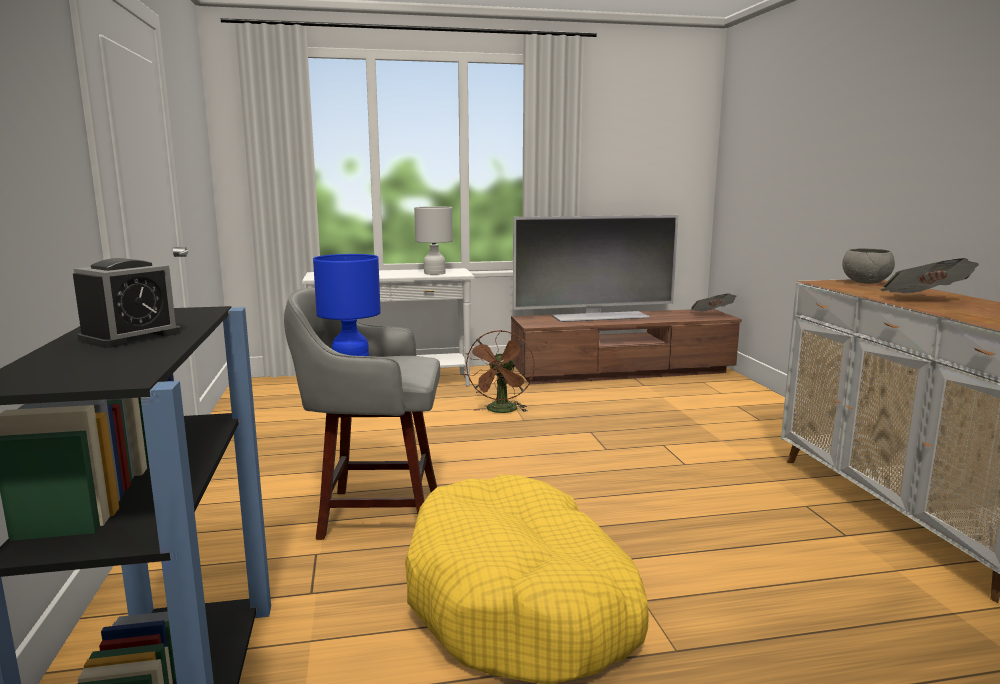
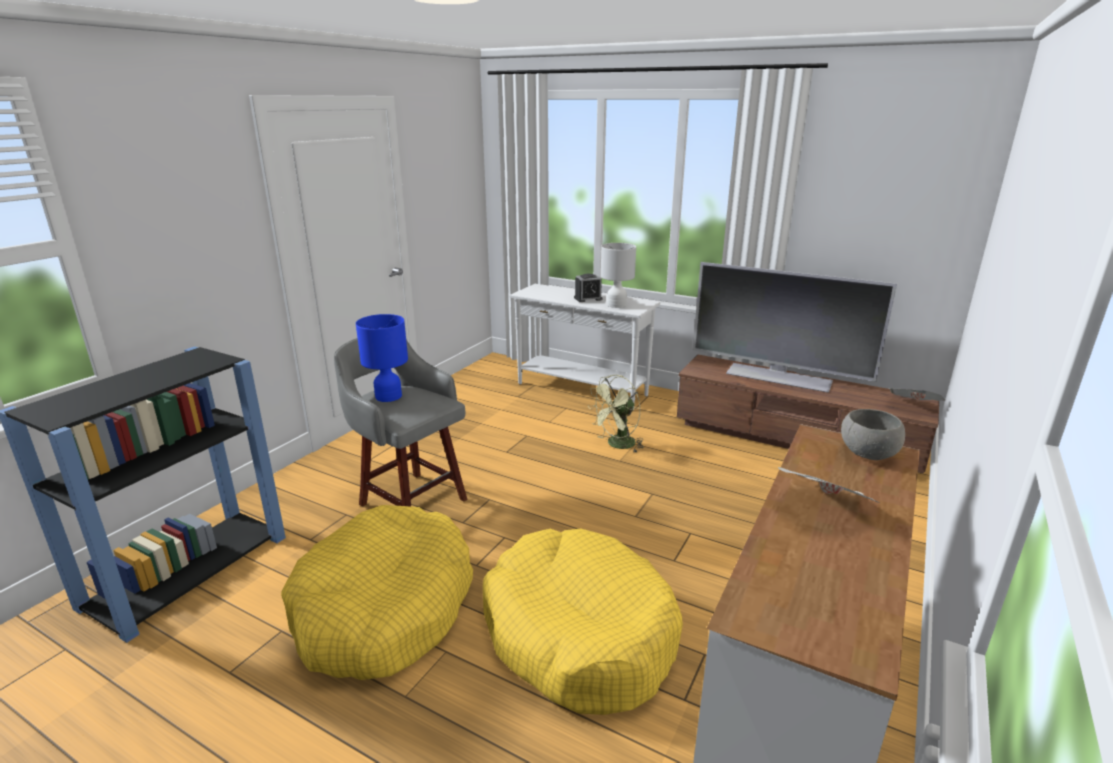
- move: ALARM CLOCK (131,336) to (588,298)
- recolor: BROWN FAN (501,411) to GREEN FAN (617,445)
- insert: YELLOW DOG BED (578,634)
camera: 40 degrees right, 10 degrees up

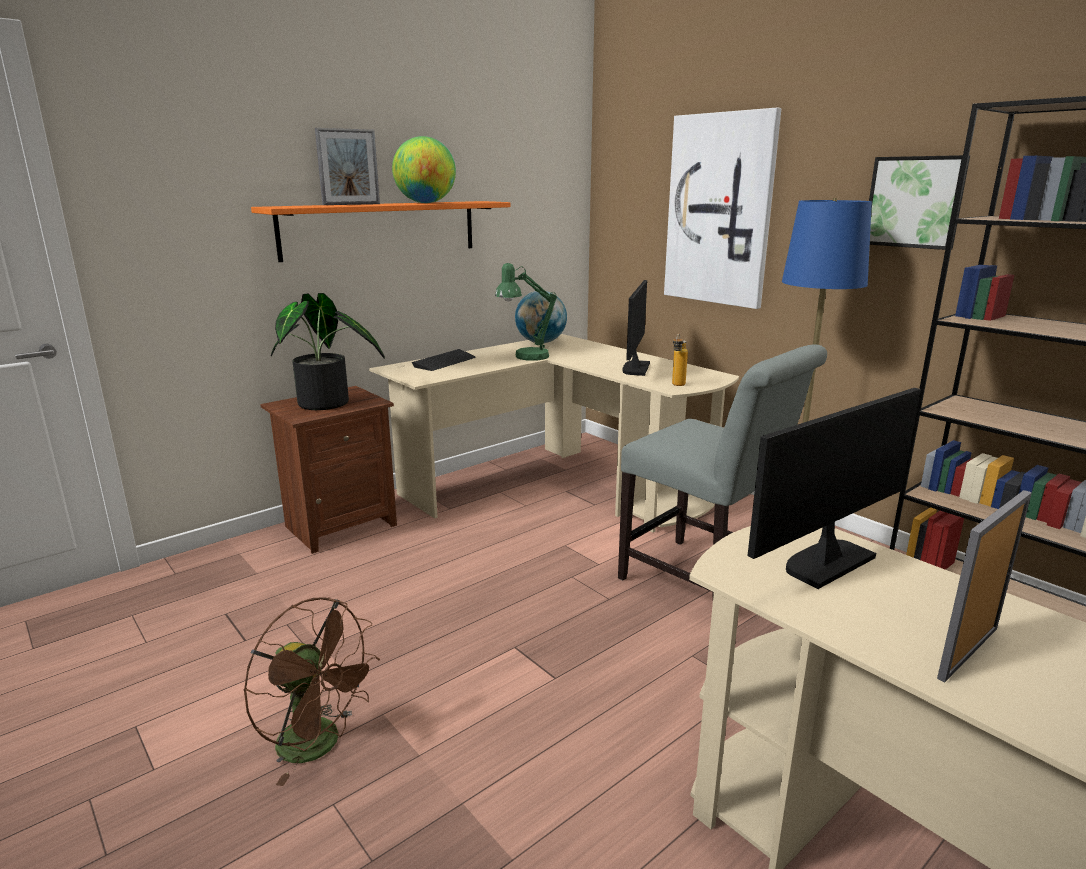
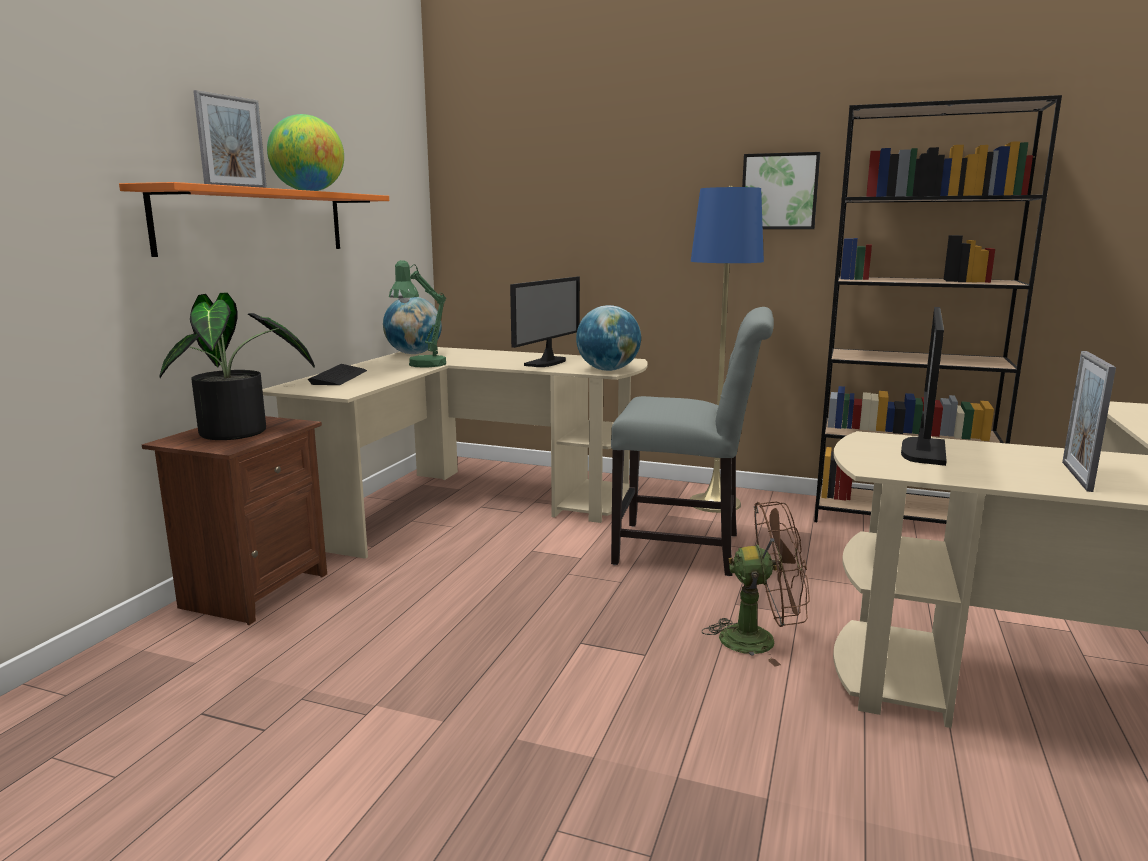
- move: BROWN FAN (320,745) to (759,639)
- rotate: MONITOR (635,368) = (547,363) 135 degrees counterclockwise
- delete: PICTURE (720,210)
- replace: BOTTLE (677,386) to GLOBE (608,370)
camera: 30 degrees left, 5 degrees down

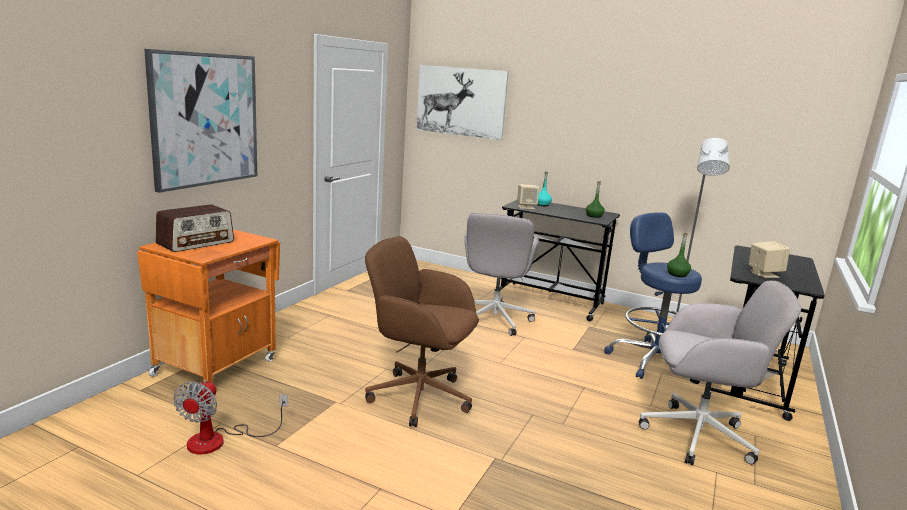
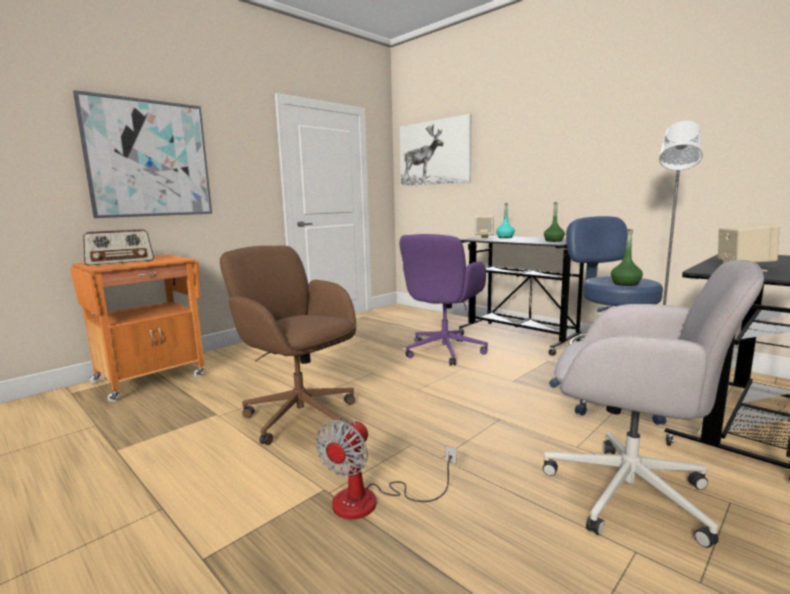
- move: FAN (219,440) to (371,501)
- recolor: GREY OFFICE CHAIR (494,320) to PURPLE OFFICE CHAIR (443,352)
camera: 20 degrees right, 5 degrees down

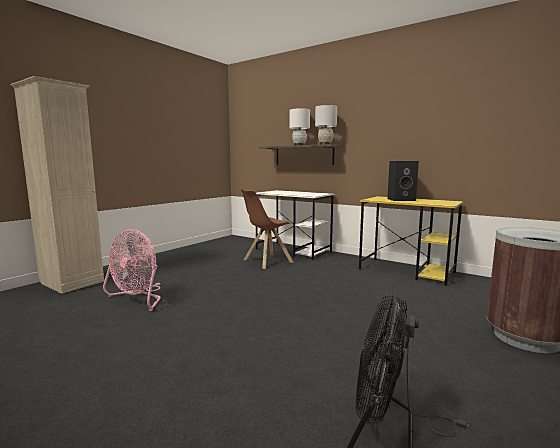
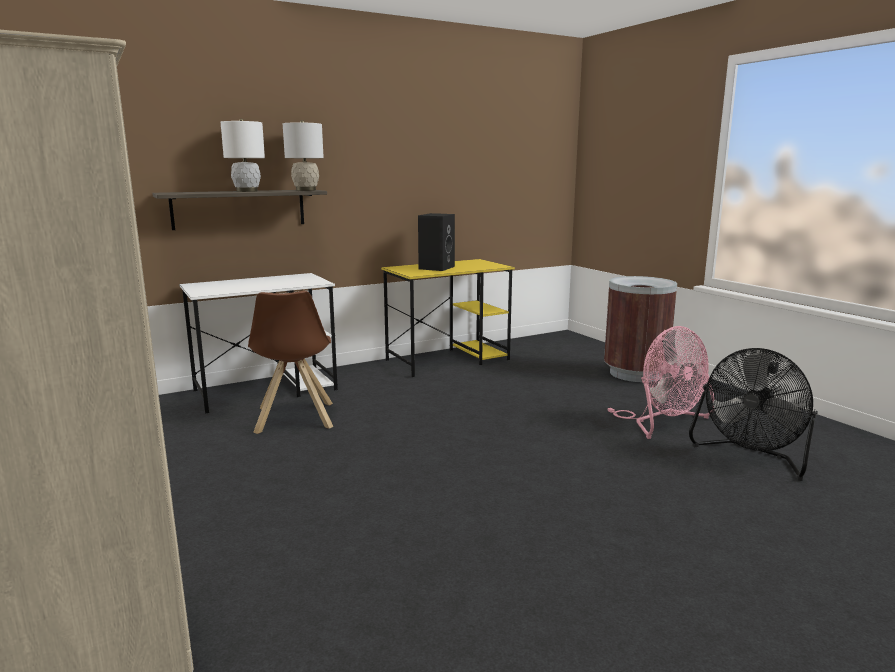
- move: PINK FAN (139,298) to (661,422)
camera: 65 degrees left, 5 degrees up

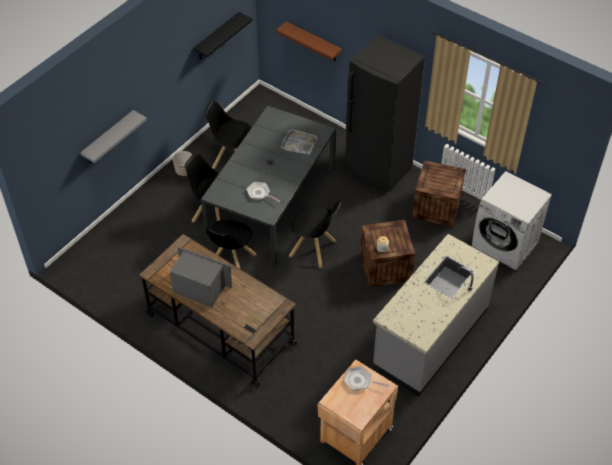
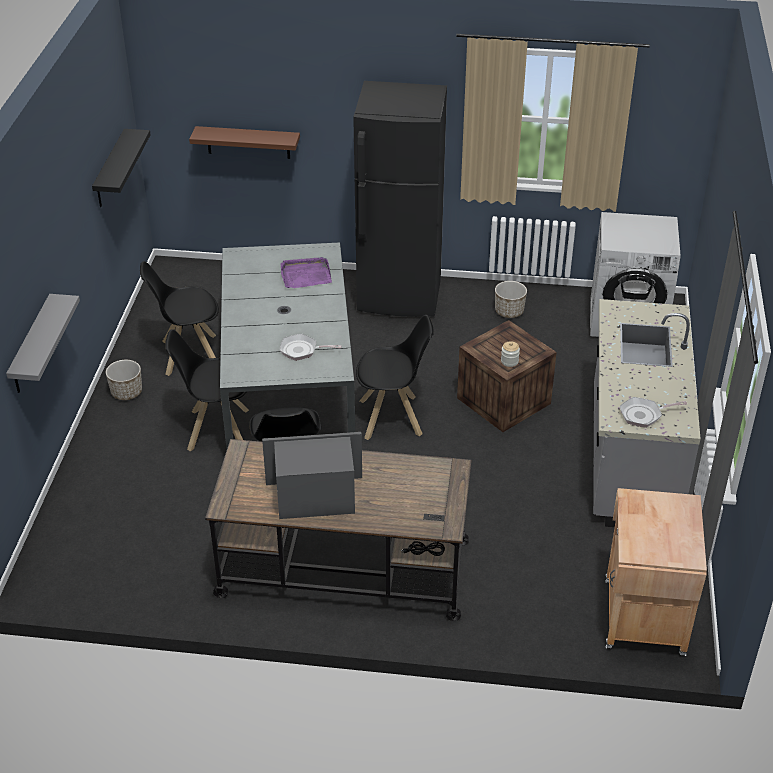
- recolor: GREY TRAY (299,143) to PURPLE TRAY (305,275)
- move: FRYING PAN (360,381) to (643,415)
- replace: CRATE (436,207) to PLANTER (509,311)
camera: 30 degrees left, 10 degrees down

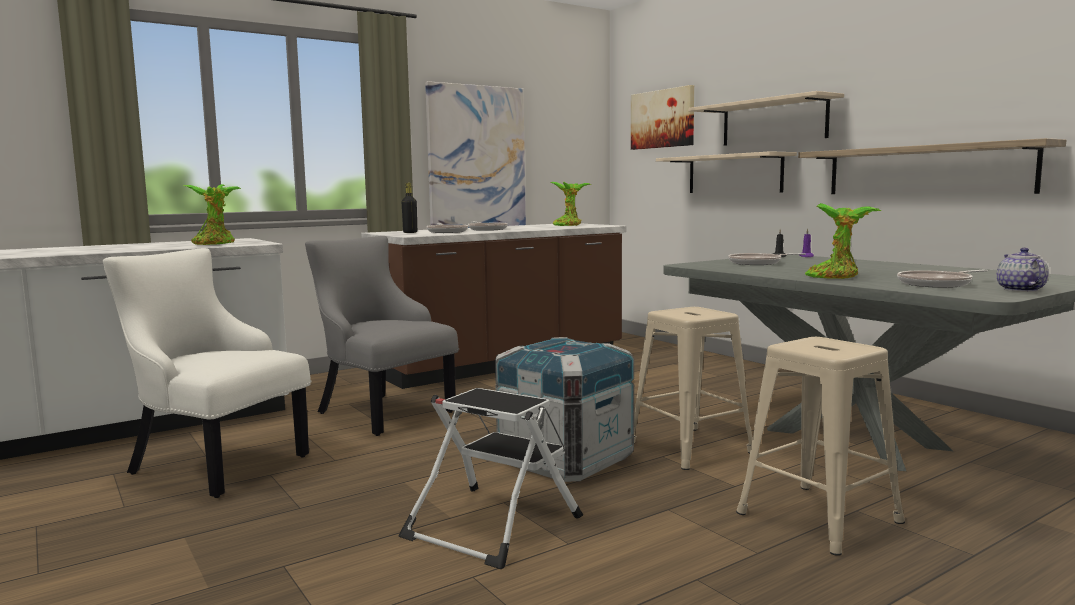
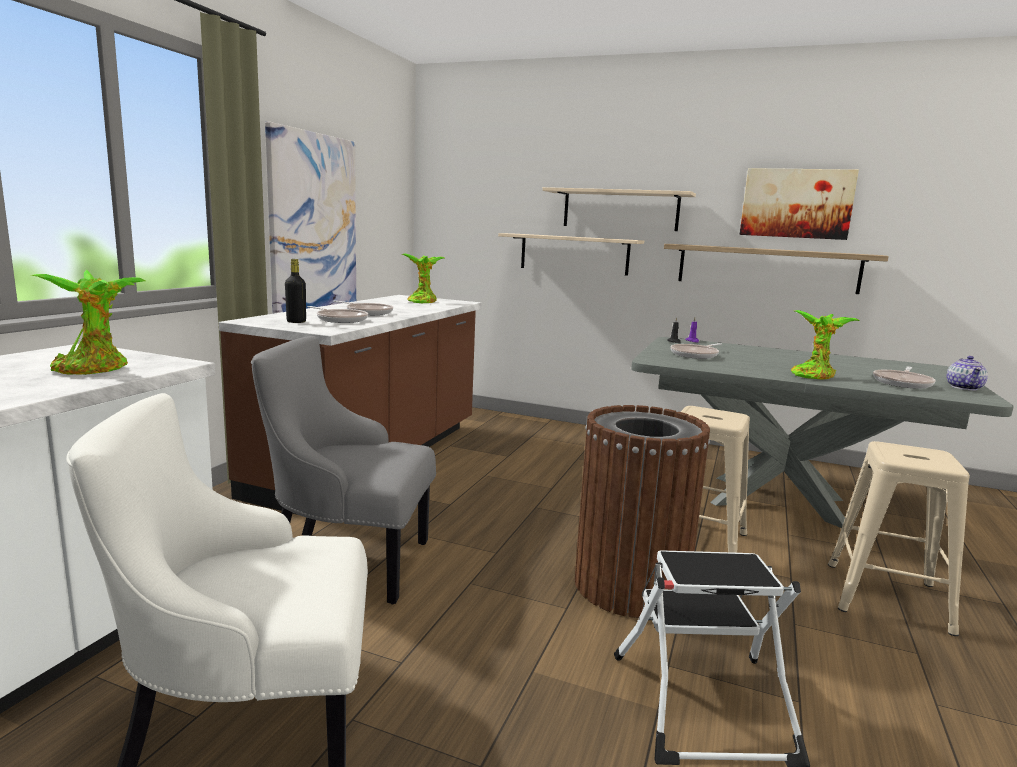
- replace: CRATE (565,460) to BROWN TRASH CAN (631,585)
- move: PICTURE (662,119) to (796,203)
- rotate: TEAPOT (1020,290) = (964,387) 135 degrees counterclockwise
camera: 35 degrees left, 5 degrees up

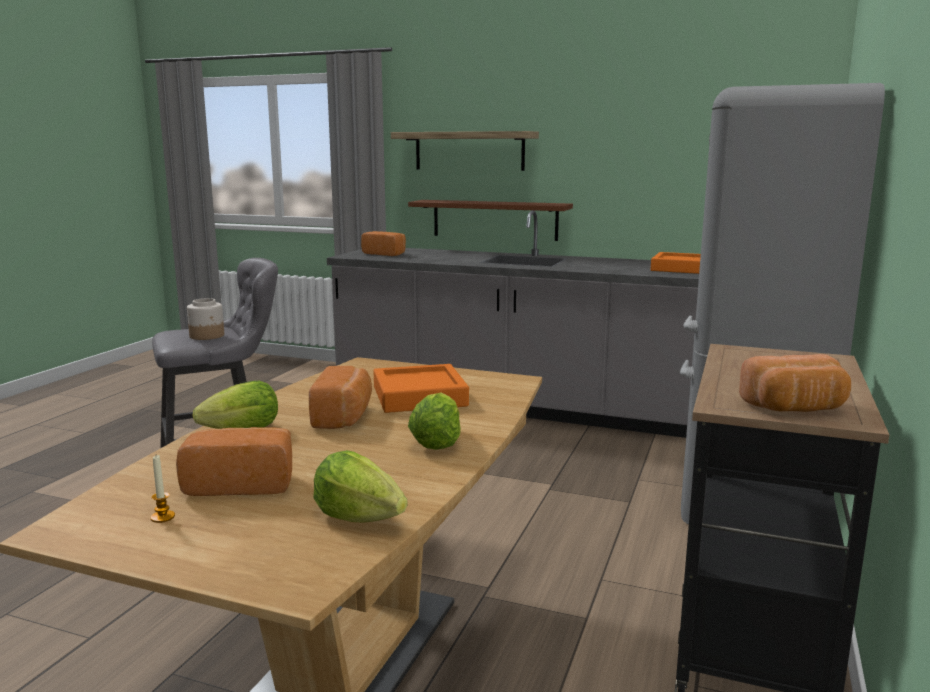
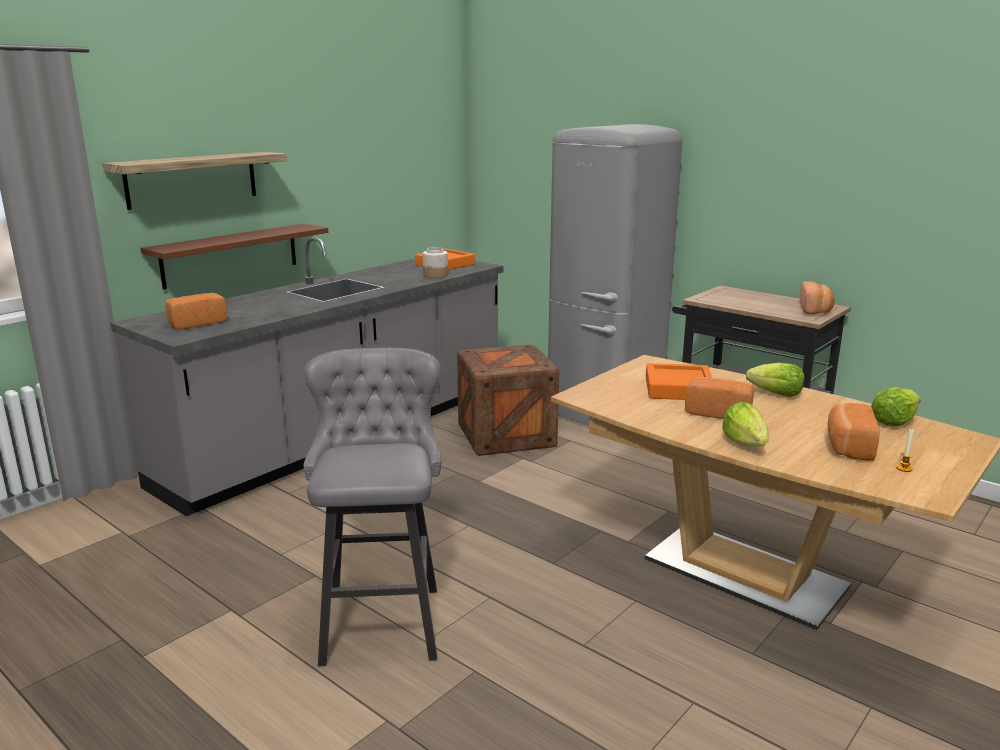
- move: JAR (207,336) to (435,275)
- insert: CRATE (506,435)
camera: 70 degrees left, 5 degrees up

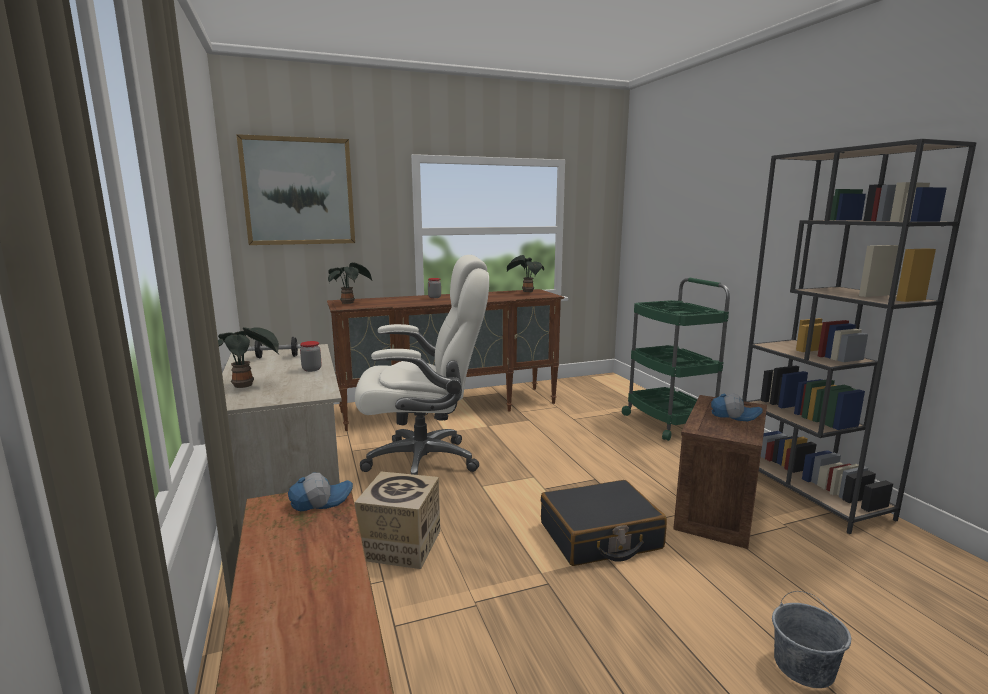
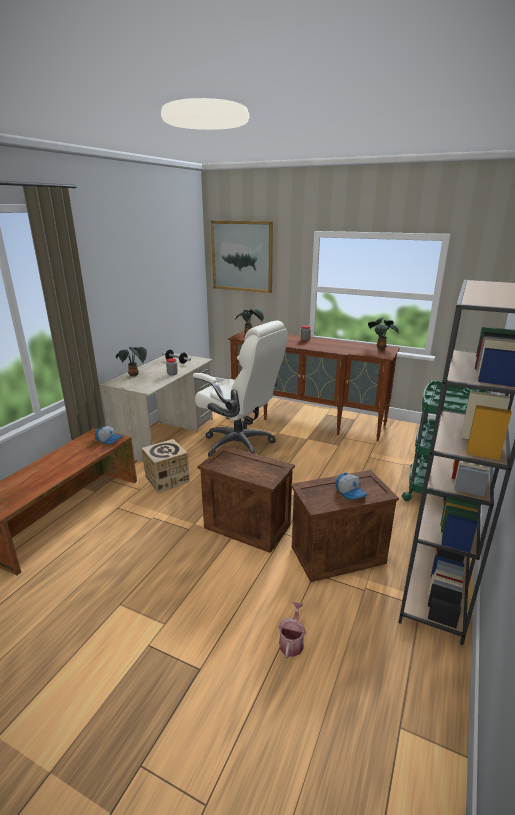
- replace: BLACK SUITCASE (600,536) to CRATE (248,526)
- delete: GREY BUCKET (804,667)
- insert: WATERING CAN (292,641)
camera: 45 degrees right, 10 degrees up

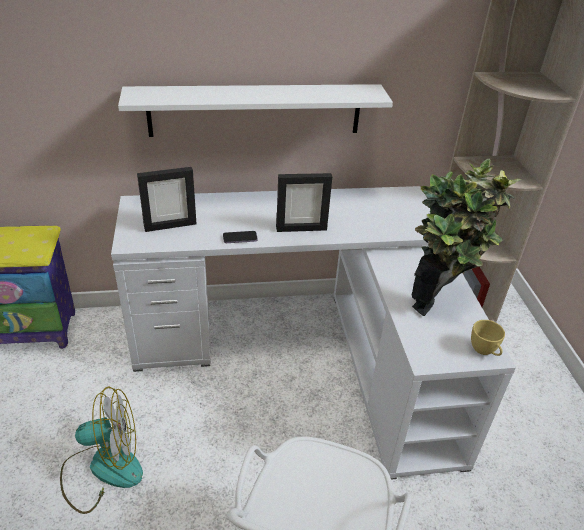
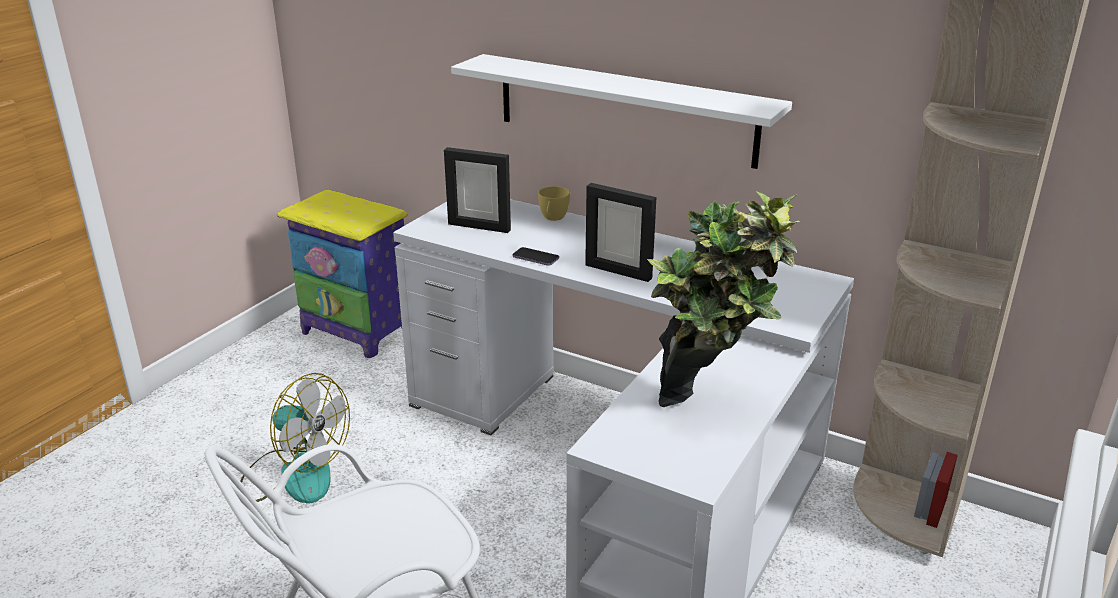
- move: YELLOW CUP (484,351) to (553,218)
camera: 40 degrees right, 10 degrees down

